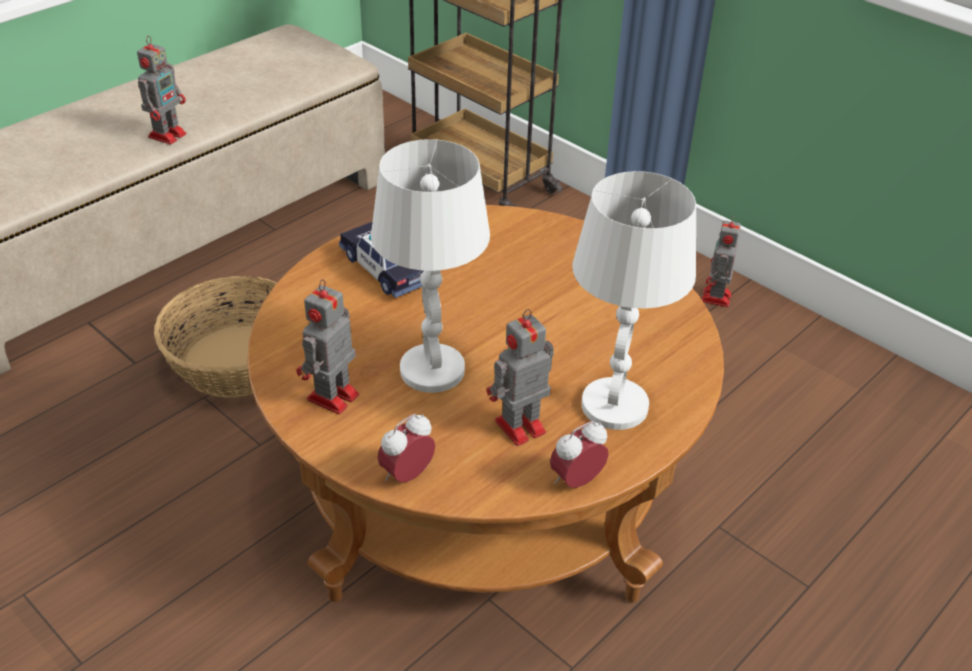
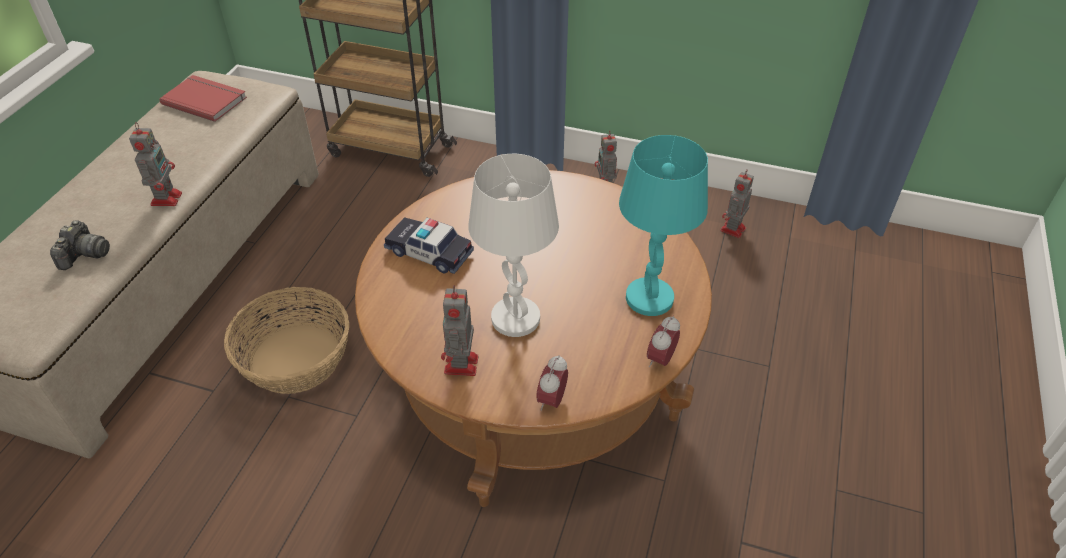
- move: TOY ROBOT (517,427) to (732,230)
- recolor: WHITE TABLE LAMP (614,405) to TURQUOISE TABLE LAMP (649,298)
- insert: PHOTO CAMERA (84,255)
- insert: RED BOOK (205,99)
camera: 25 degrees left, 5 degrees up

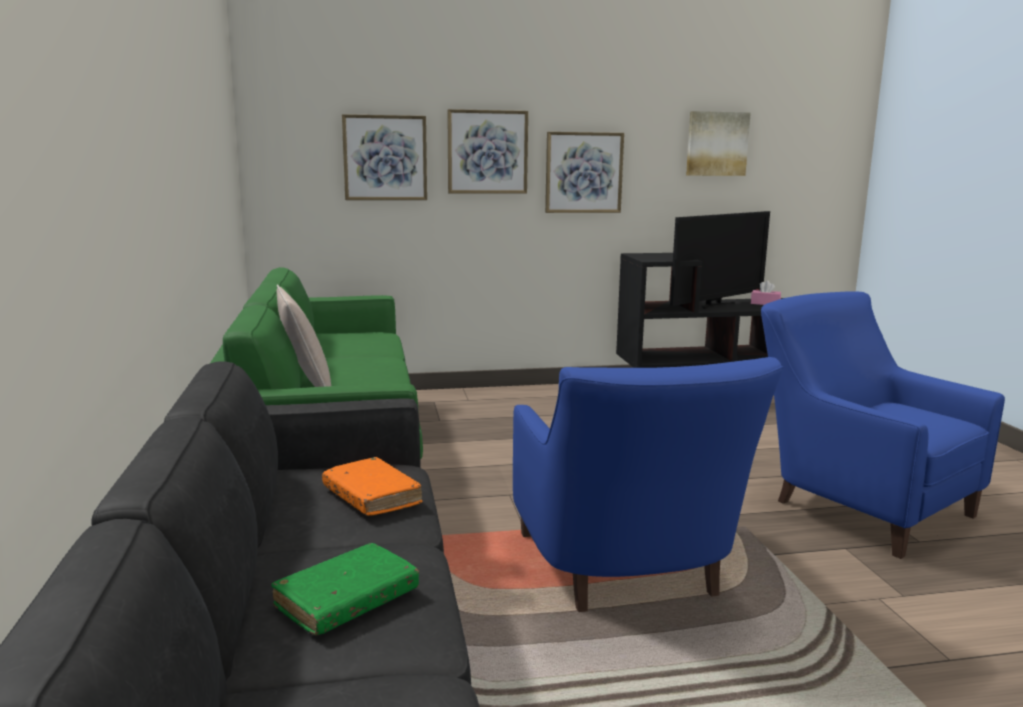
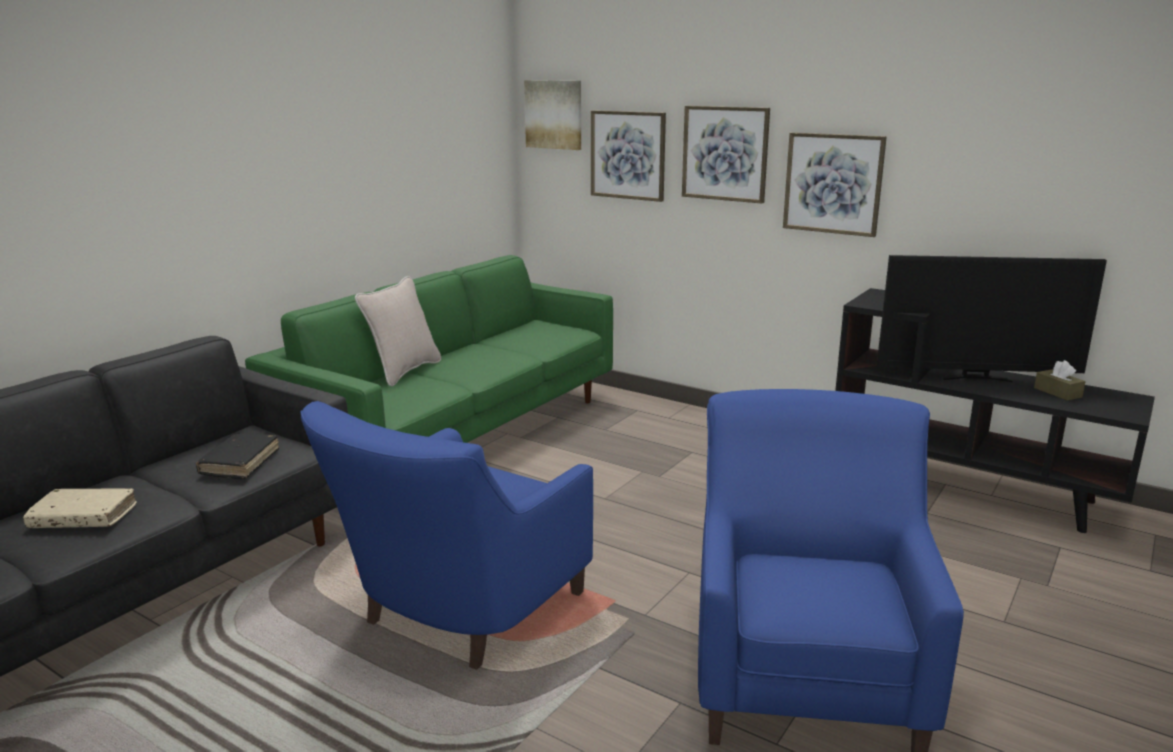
- recolor: GREEN BOOK (347,600) to BEIGE BOOK (83,518)
- recolor: ORANGE BOOK (372,497) to BLACK BOOK (240,463)
- move: PICTURE (716,144) to (554,114)
- recolor: PINK TISSUE BOX (765,303) to BROWN TISSUE BOX (1057,392)
camera: 45 degrees right, 5 degrees up

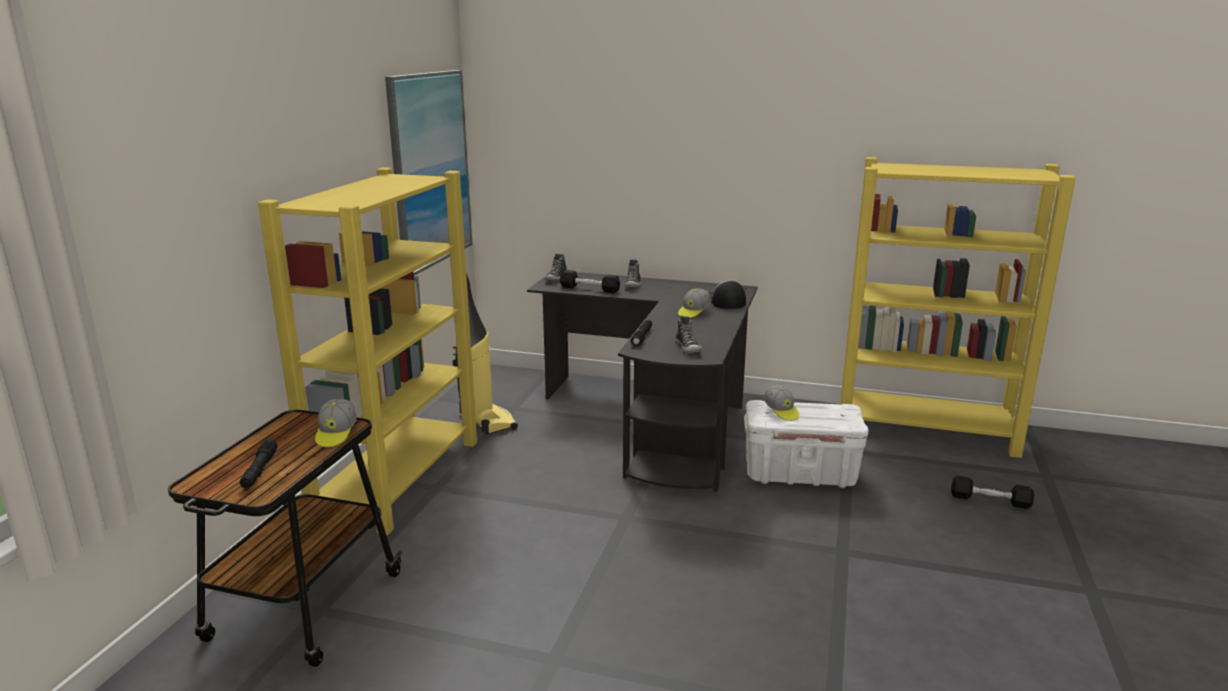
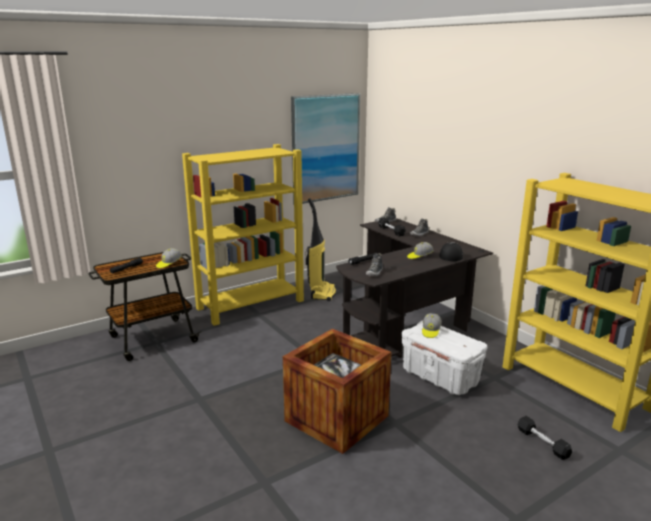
- insert: CRATE (336,418)
camera: 40 degrees right, 0 degrees up

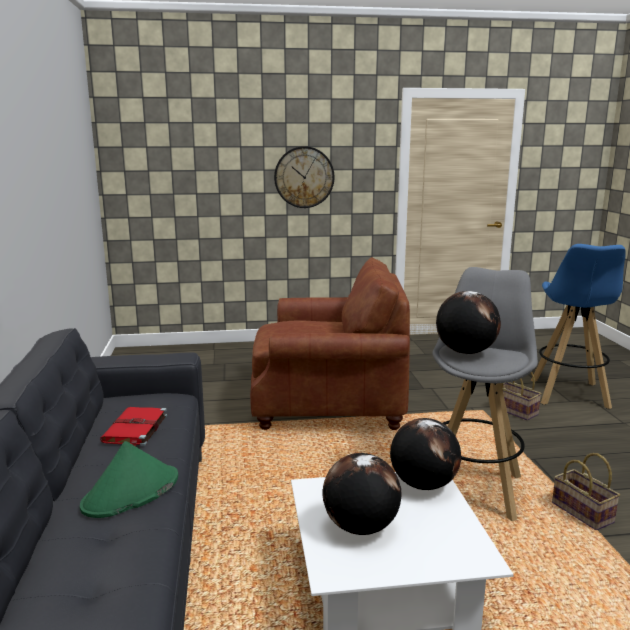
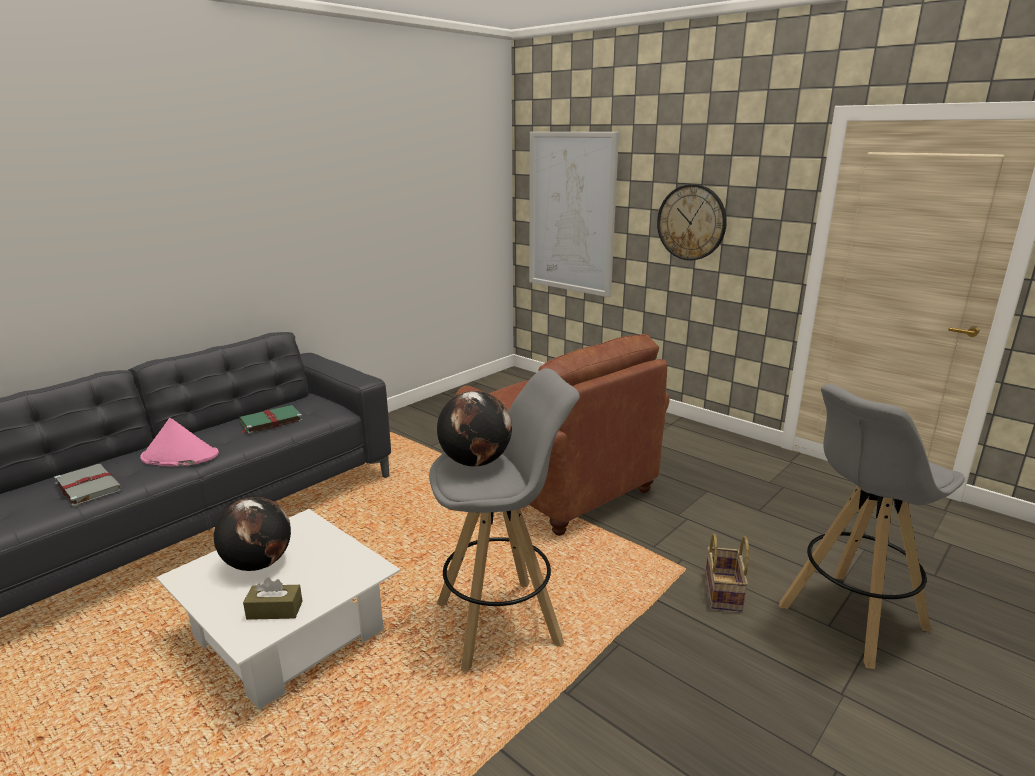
- recolor: GREEN HAT (131,492) to PINK HAT (179,456)
- recolor: RED BOOK (135,429) to GREEN BOOK (270,421)
- delete: GLOBE (423,484)
- recolor: BLUE STOOL (568,394) to GREY STOOL (849,618)
- delete: BASKET (584,513)
- insert: GREY BOOK (88,486)
- insert: BROWN TISSUE BOX (274,610)
- insert: PICTURE (571,213)
camera: 50 degrees right, 5 degrees up

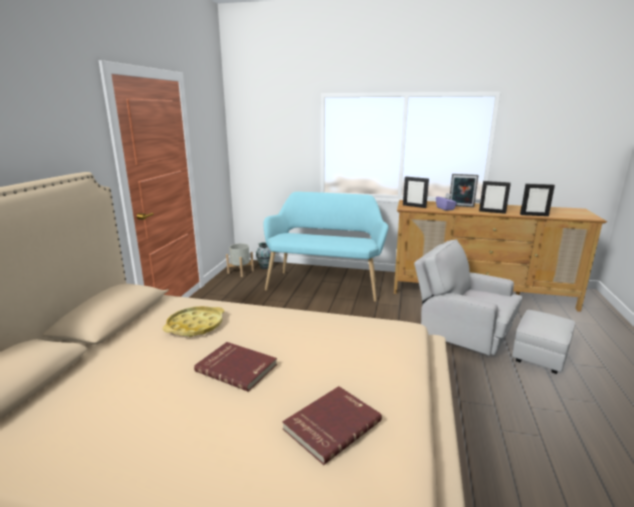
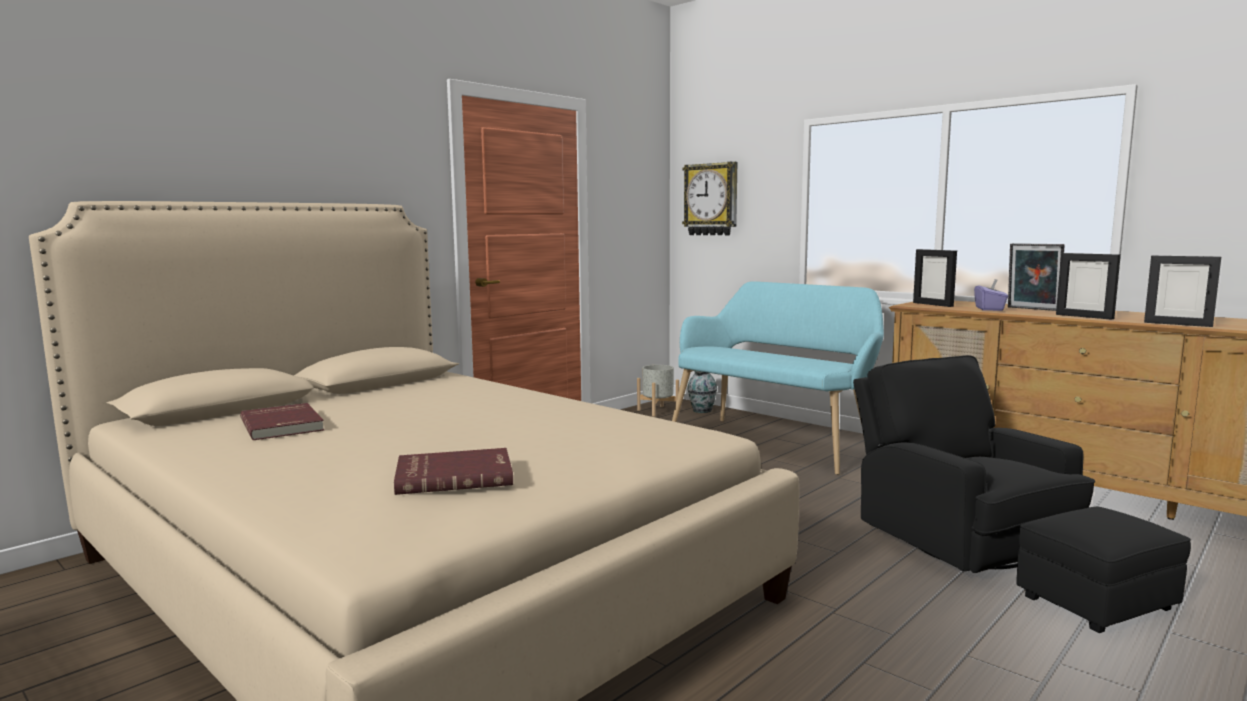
- delete: YELLOW TRAY (195,326)
- move: RED BOOK (237,367) to (284,425)
- recolor: WHITE ARMCHAIR (479,337) to BLACK ARMCHAIR (988,552)
- insert: WALL CLOCK (711,199)
camera: 30 degrees right, 10 degrees down

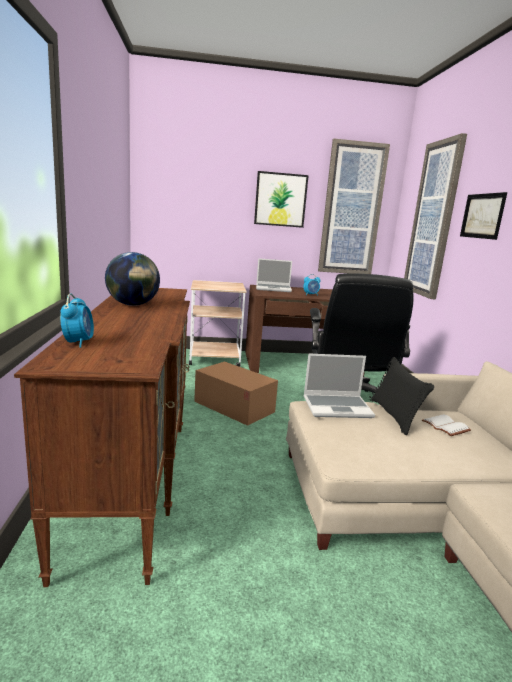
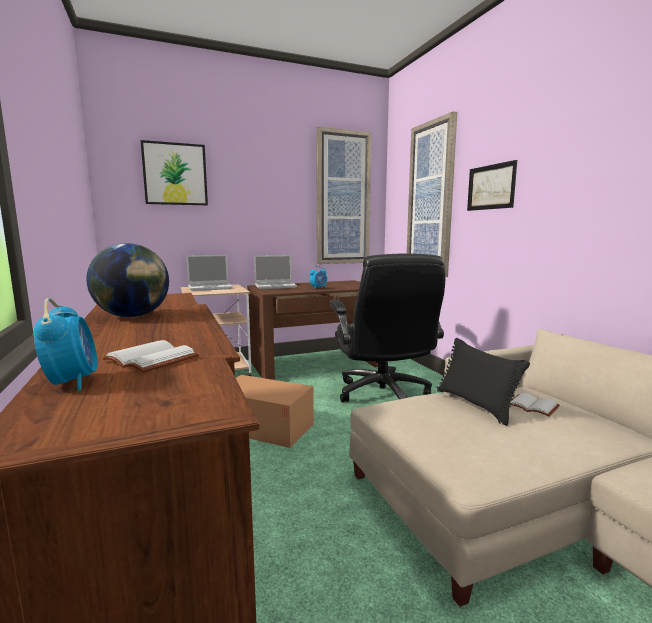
- move: PICTURE (280,199) to (175,174)
- move: LAPTOP (337,407) to (210,288)
- insert: WHITE BOOK (154,359)
camera: 15 degrees left, 5 degrees down

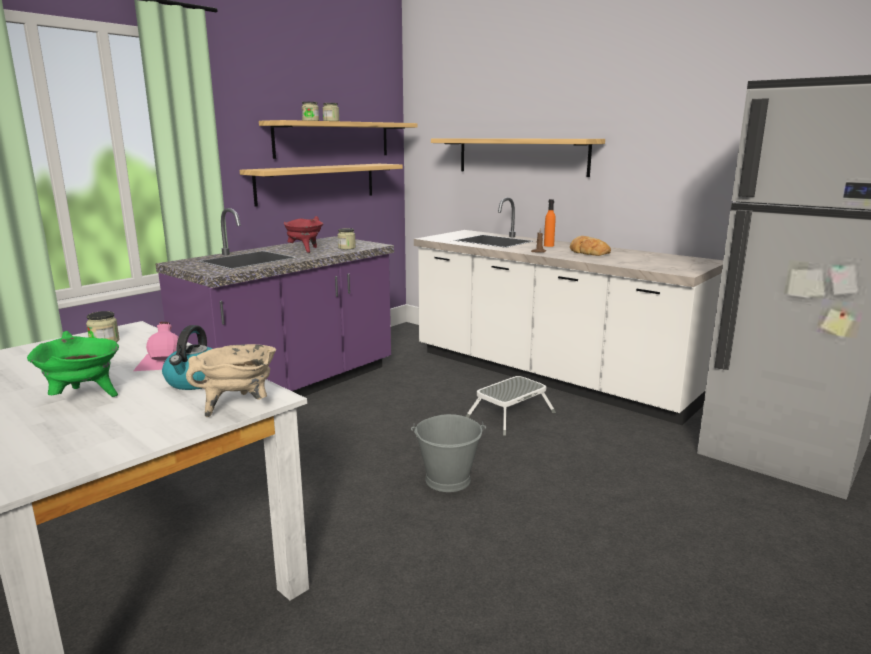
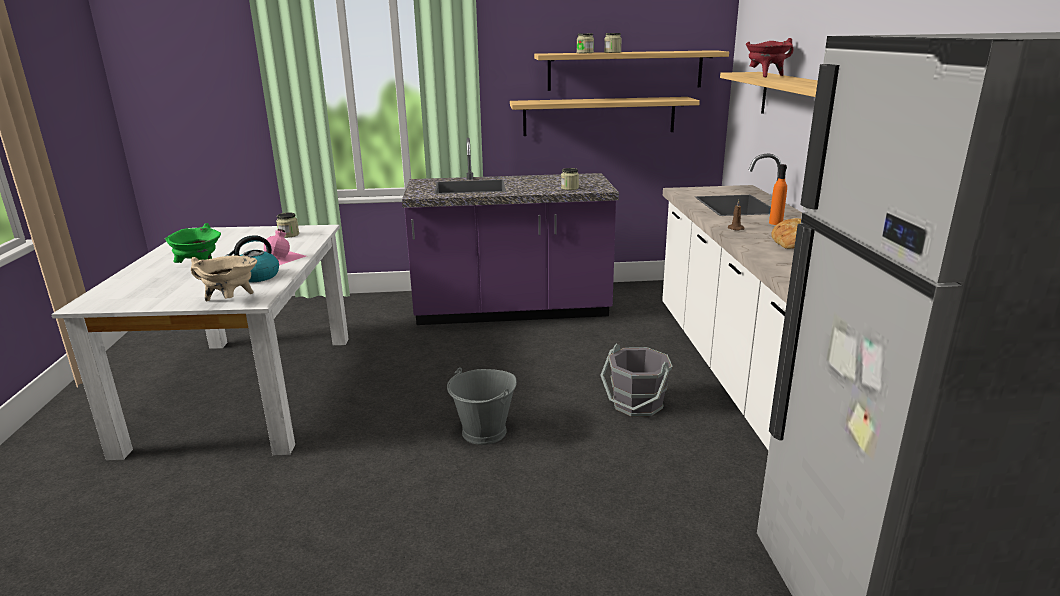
- move: RED COOKING POT (304,250) to (765,76)
- replace: GREY STEP LADDER (511,415) to GREY BUCKET (637,404)
camera: 45 degrees right, 5 degrees up

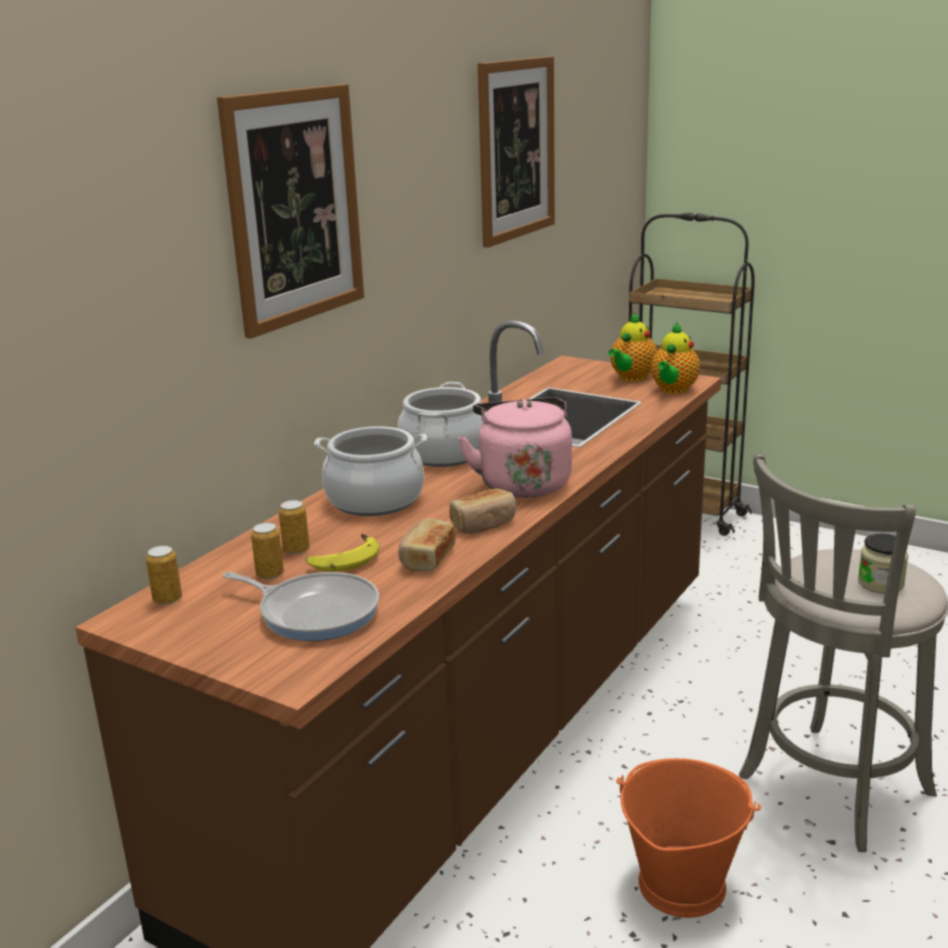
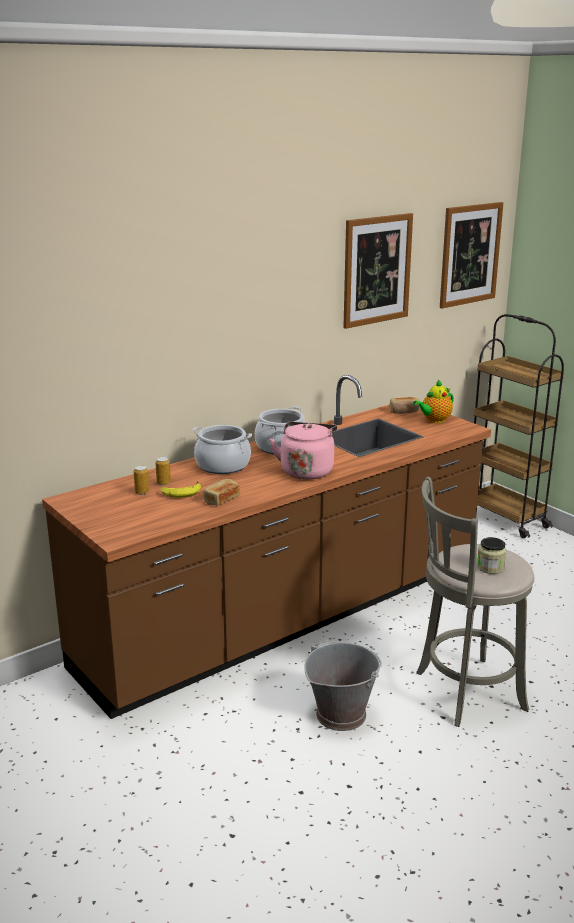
- delete: CAN (167,599)
- move: PICTURE (294,207) to (470,254)
- delete: FRYING PAN (314,612)
- move: BREAD (484,524) to (404,411)
- recolor: ORANGE BUCKET (680,884) to GREY BUCKET (340,714)
- delete: TEAPOT (673,390)
camera: 20 degrees right, 0 degrees up

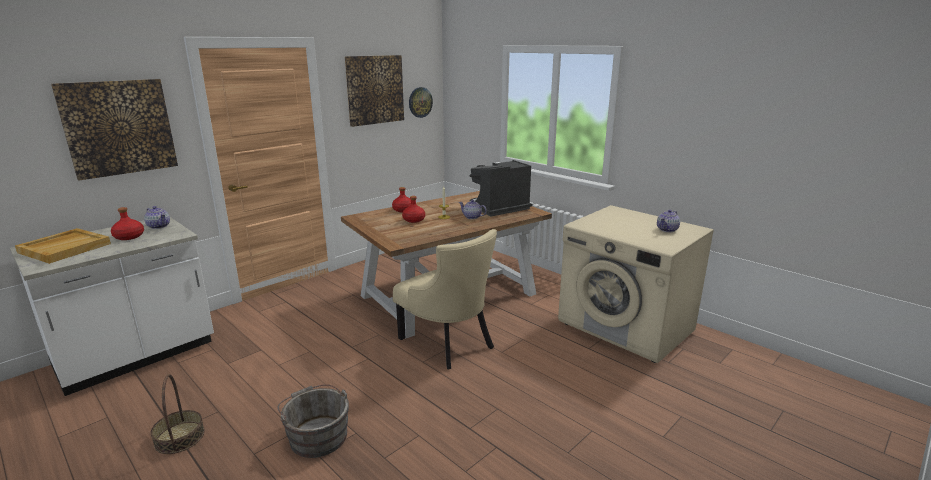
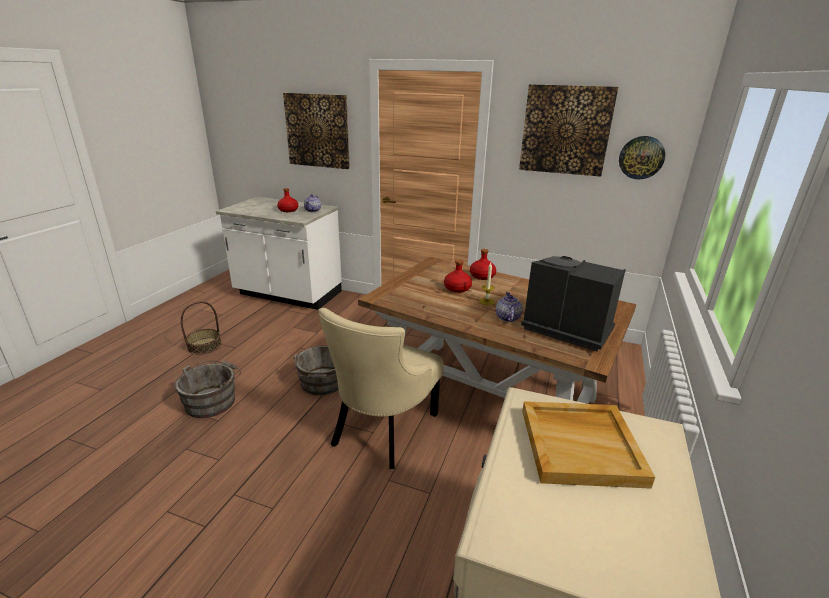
- move: BEIGE TRAY (65,248) to (581,445)
- delete: TEAPOT (667,230)
- insert: GREY BUCKET (322,383)
camera: 65 degrees right, 5 degrees up

